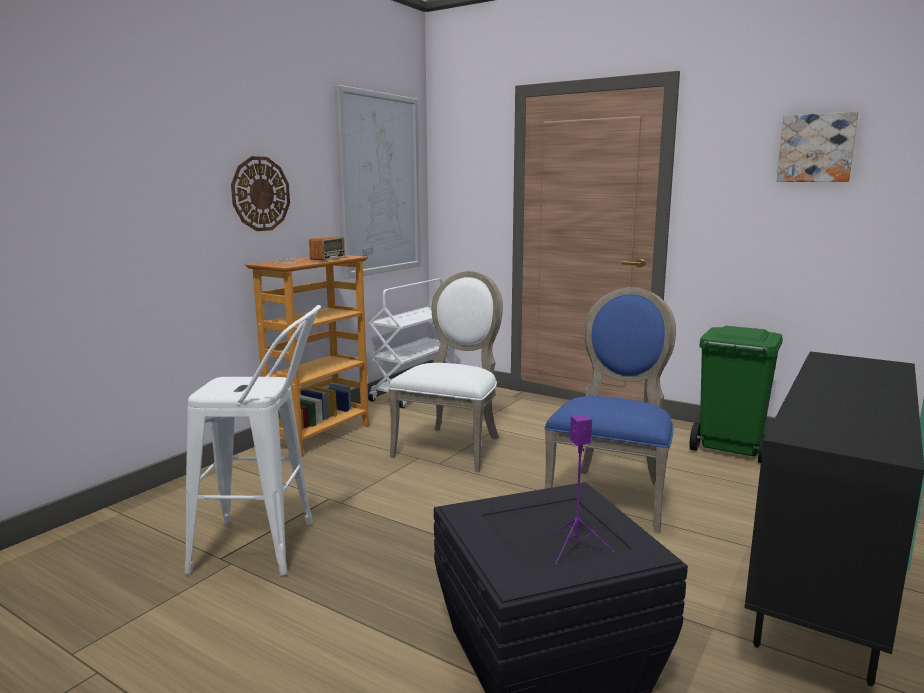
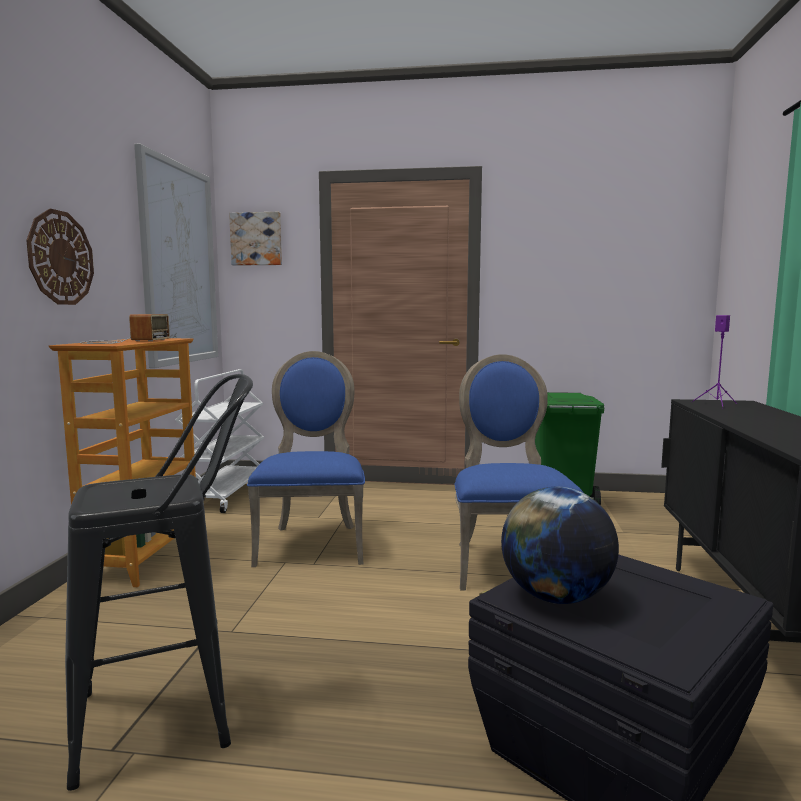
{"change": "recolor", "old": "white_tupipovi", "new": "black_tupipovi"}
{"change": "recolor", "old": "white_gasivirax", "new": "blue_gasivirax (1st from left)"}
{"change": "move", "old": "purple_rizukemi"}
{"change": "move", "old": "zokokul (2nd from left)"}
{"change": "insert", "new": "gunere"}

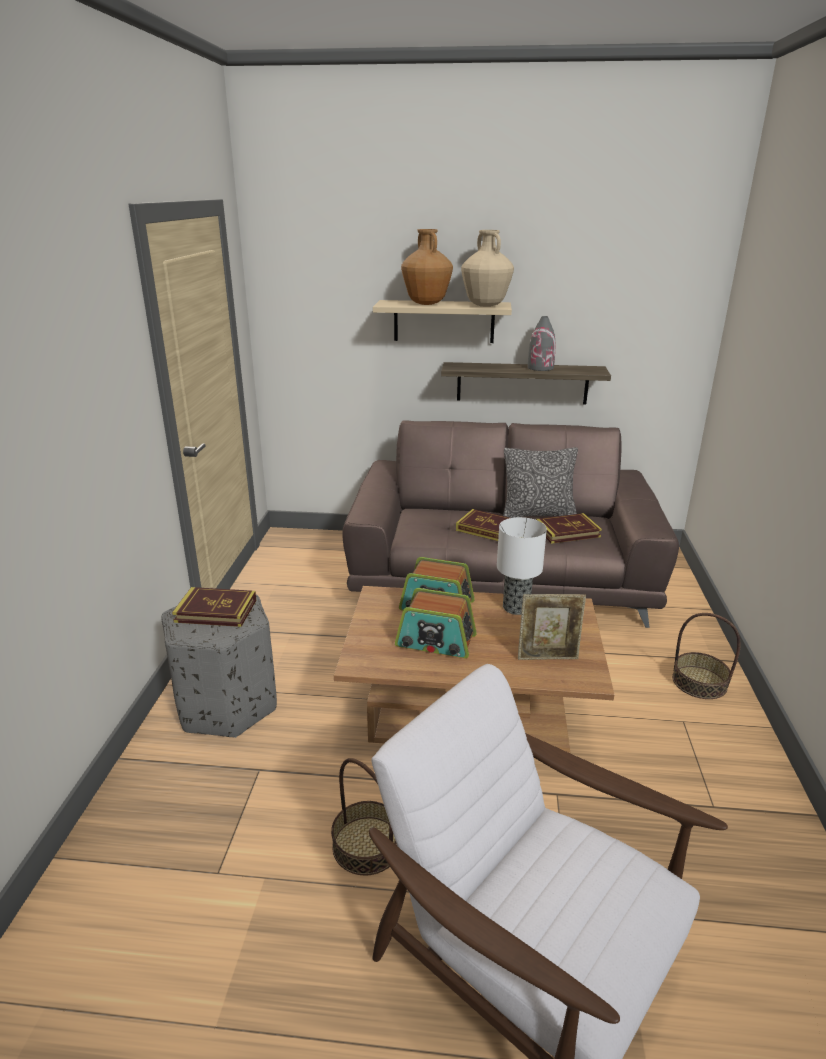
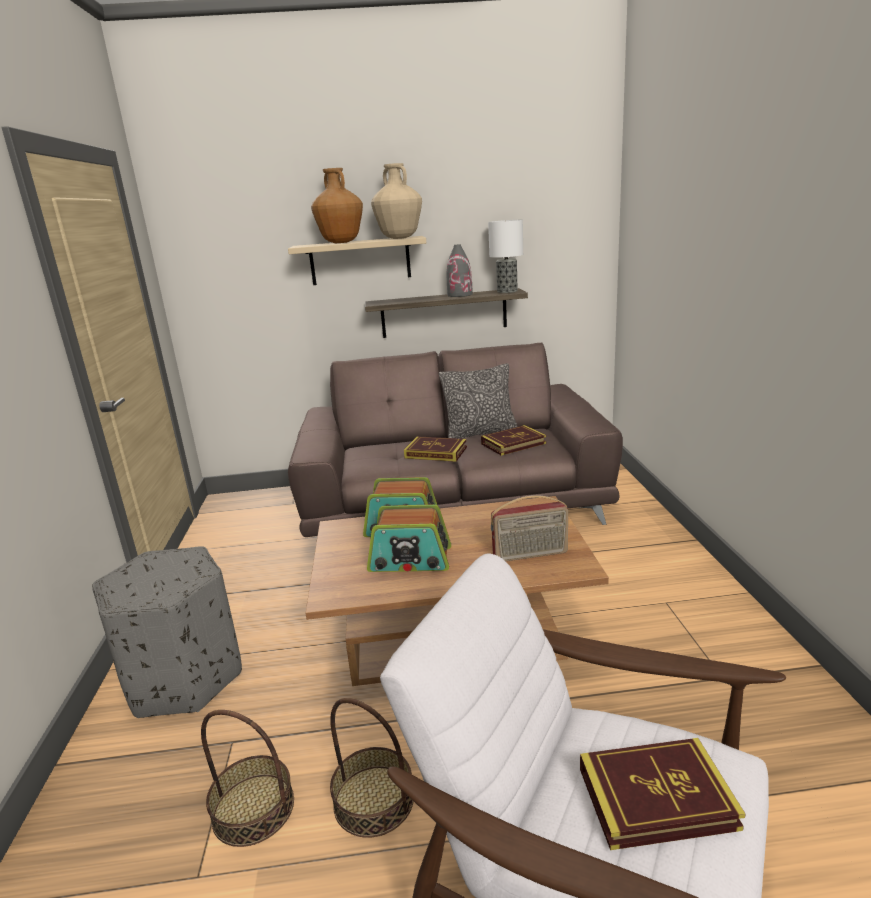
{"change": "move", "old": "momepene (1st from left in the first image)", "new": "momepene (3rd from left)"}
{"change": "move", "old": "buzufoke"}
{"change": "replace", "old": "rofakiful", "new": "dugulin (3rd from left)"}
{"change": "move", "old": "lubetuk (2nd from left in the first image)", "new": "lubetuk (1st from left)"}

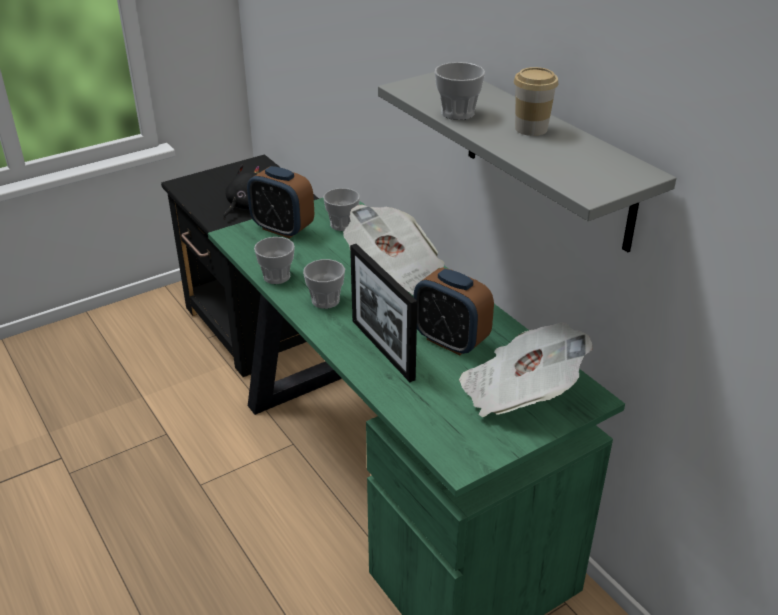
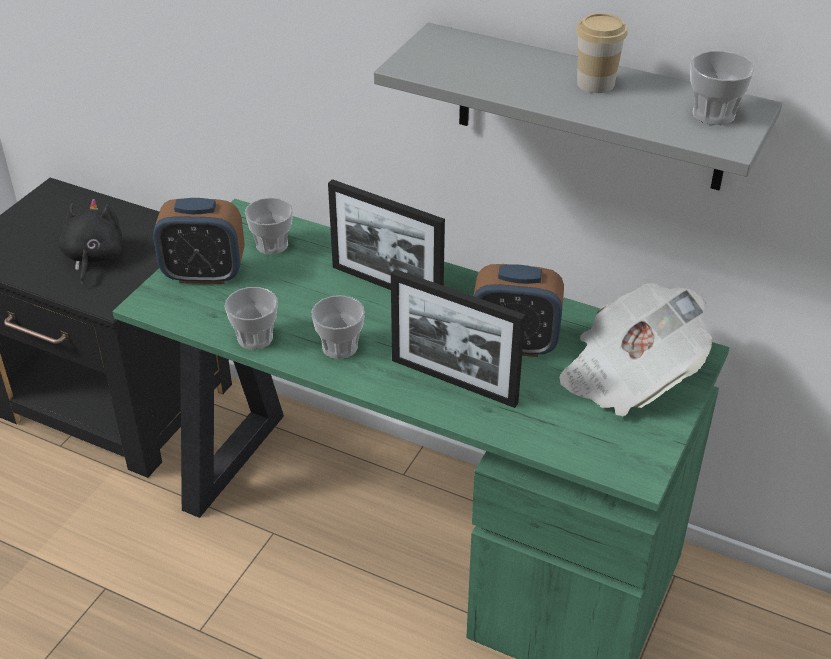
{"change": "replace", "old": "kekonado (1st from left)", "new": "rofakiful (1st from left)"}
{"change": "move", "old": "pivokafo (4th from left in the first image)", "new": "pivokafo (5th from left)"}

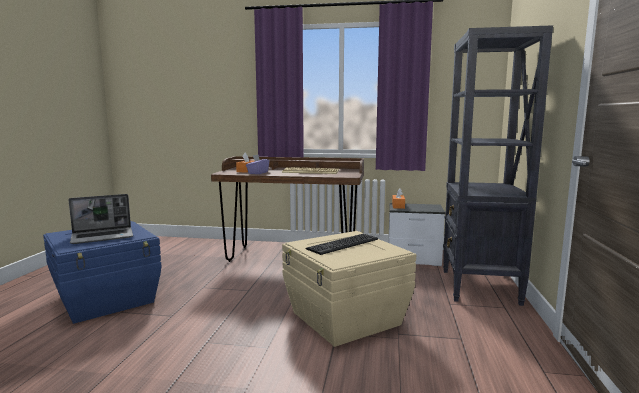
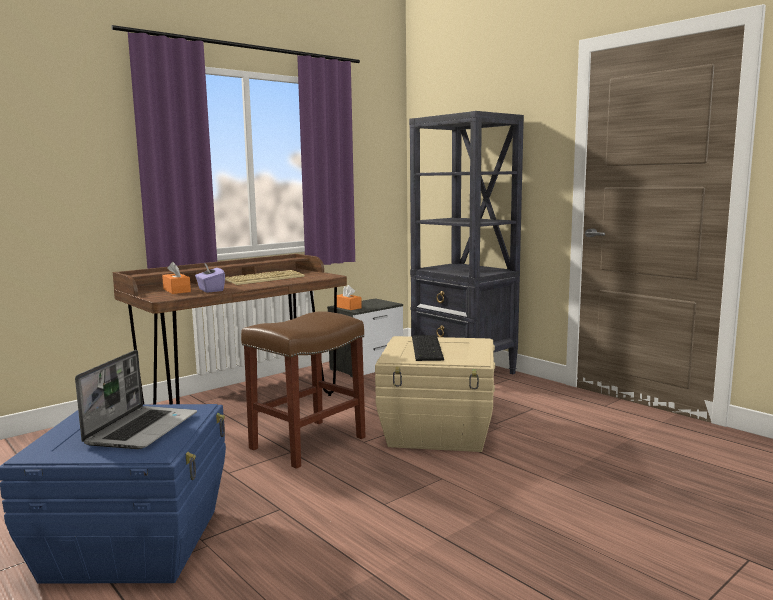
{"change": "insert", "new": "brown_tupipovi"}

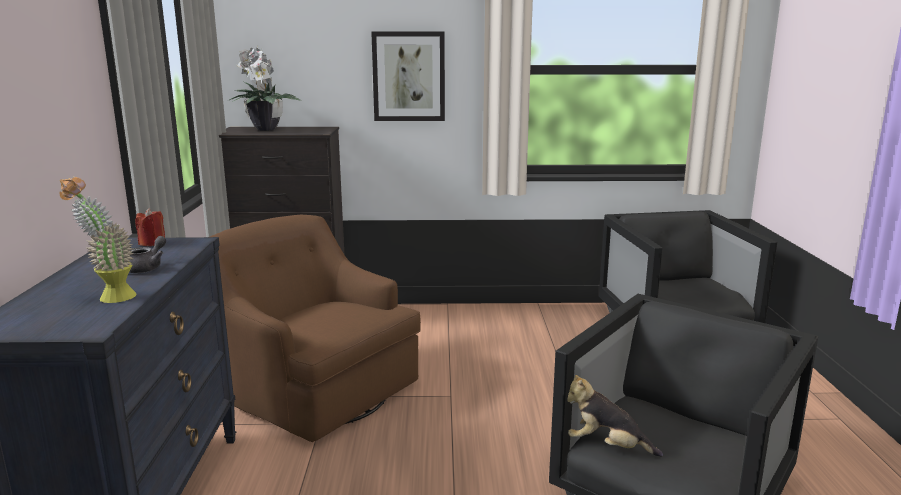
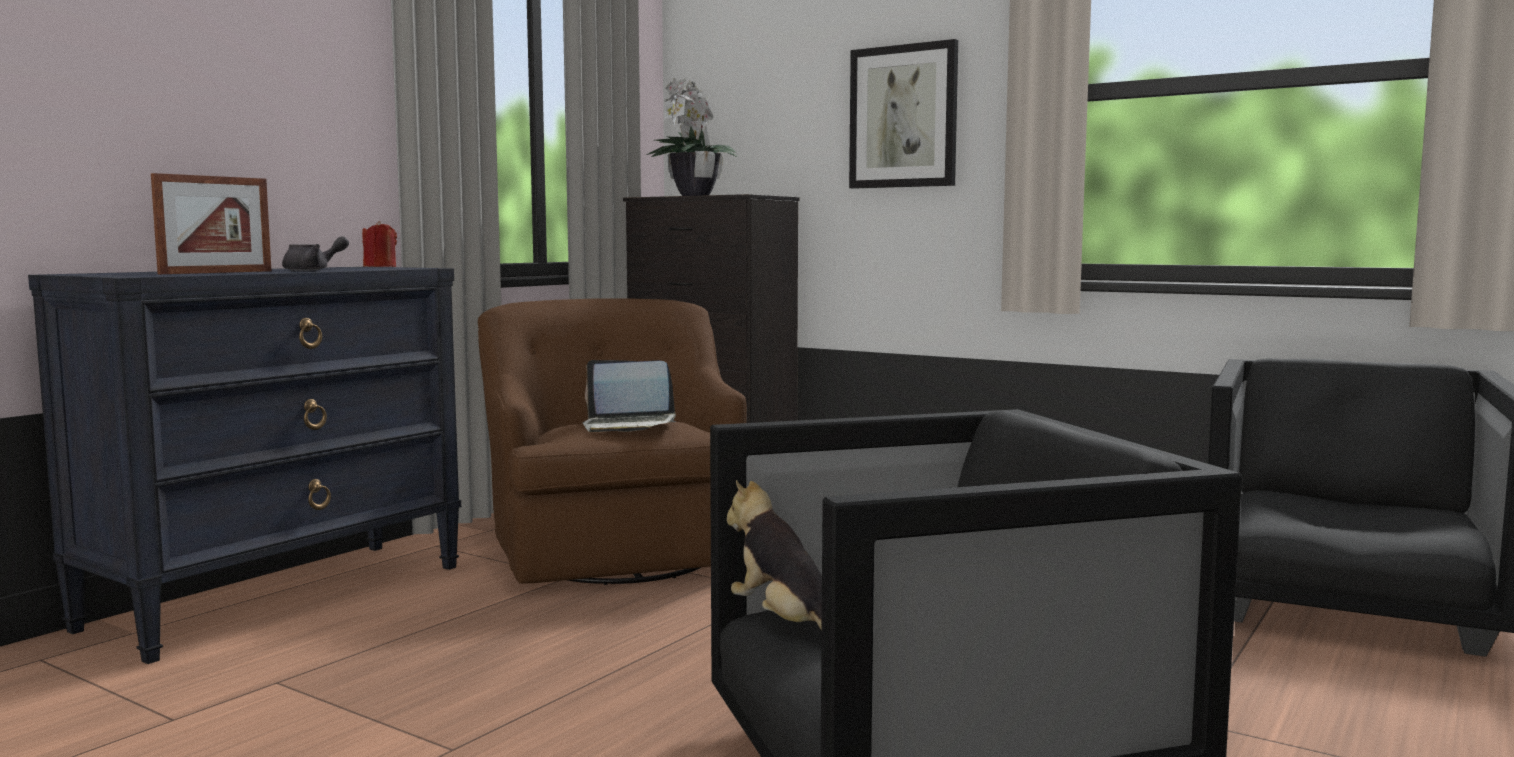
{"change": "replace", "old": "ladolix (1st from left)", "new": "rofakiful"}
{"change": "insert", "new": "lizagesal"}

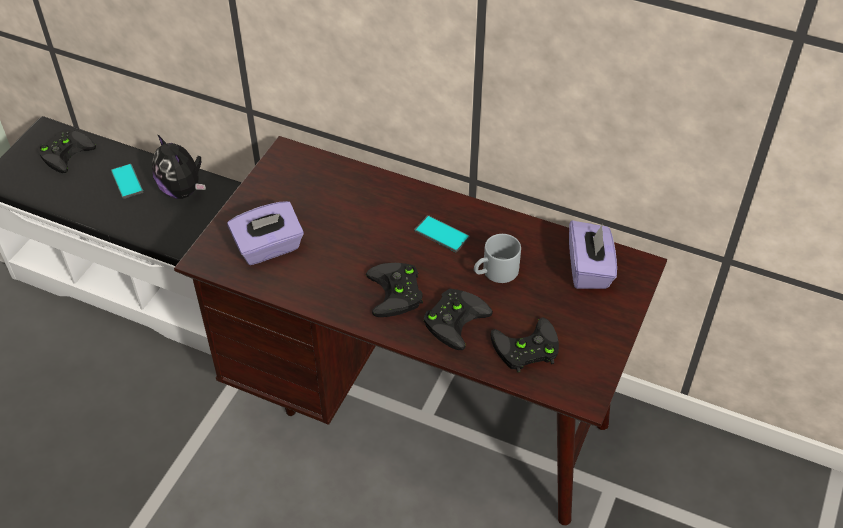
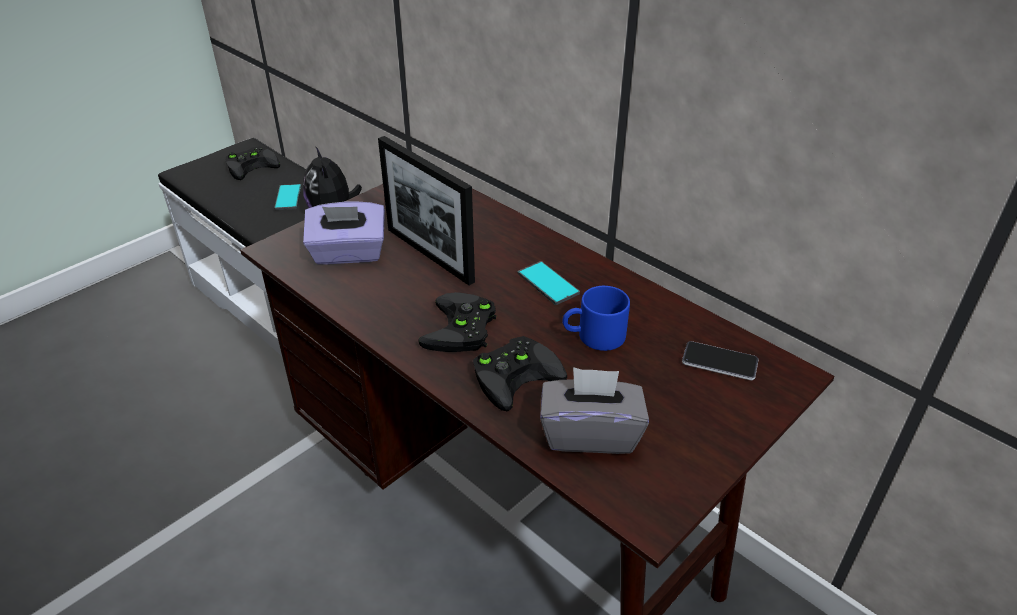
{"change": "recolor", "old": "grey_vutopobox", "new": "blue_vutopobox"}
{"change": "replace", "old": "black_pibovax (4th from left)", "new": "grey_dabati"}
{"change": "replace", "old": "purple_dabati (2nd from left)", "new": "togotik (3rd from left)"}
{"change": "insert", "new": "rofakiful"}

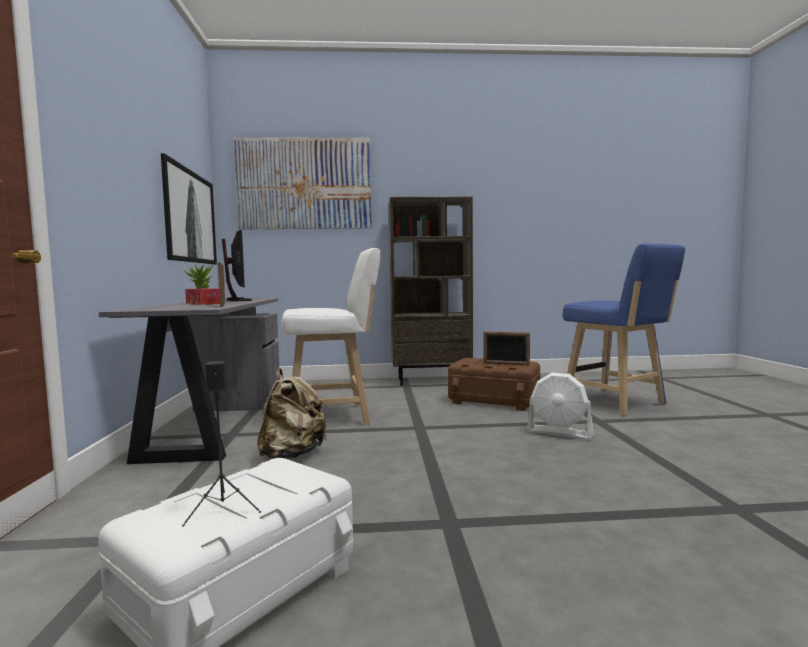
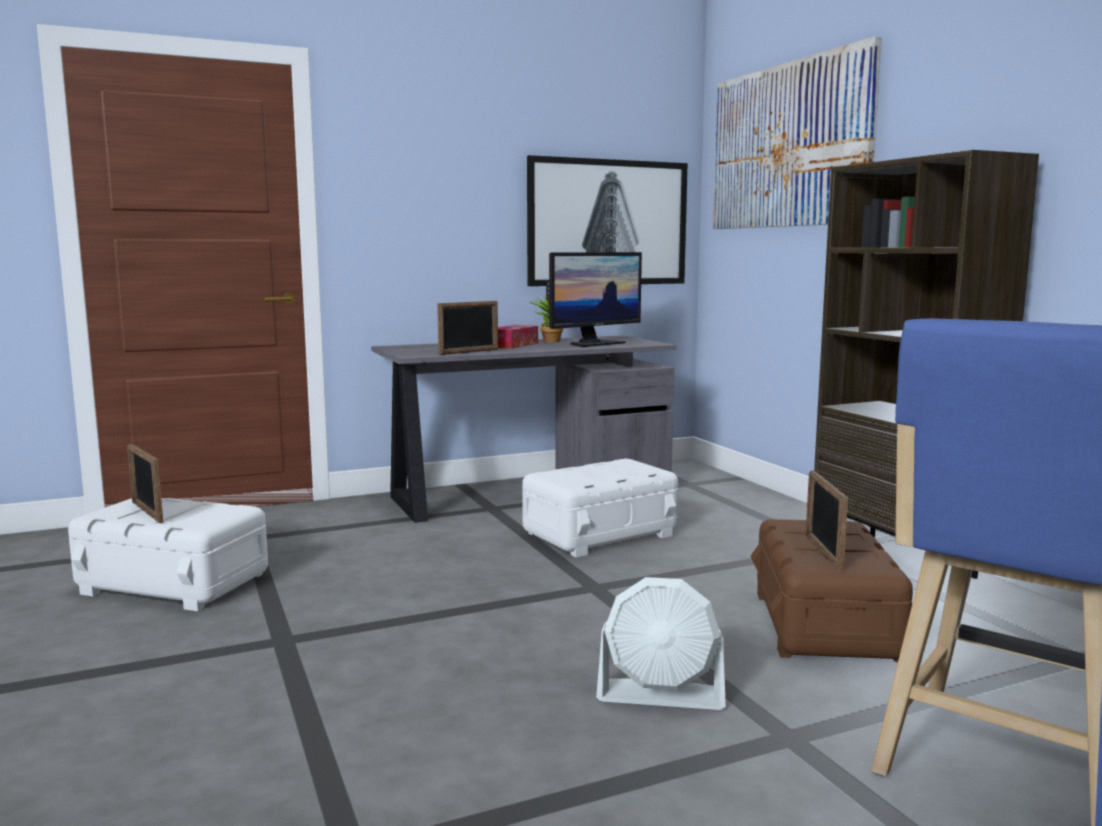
{"change": "replace", "old": "black_rizukemi", "new": "rofakiful (1st from left)"}
{"change": "delete", "old": "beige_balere"}
{"change": "replace", "old": "white_tupipovi", "new": "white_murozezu (2nd from left)"}
{"change": "rotate", "old": "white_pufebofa", "degrees": -90}

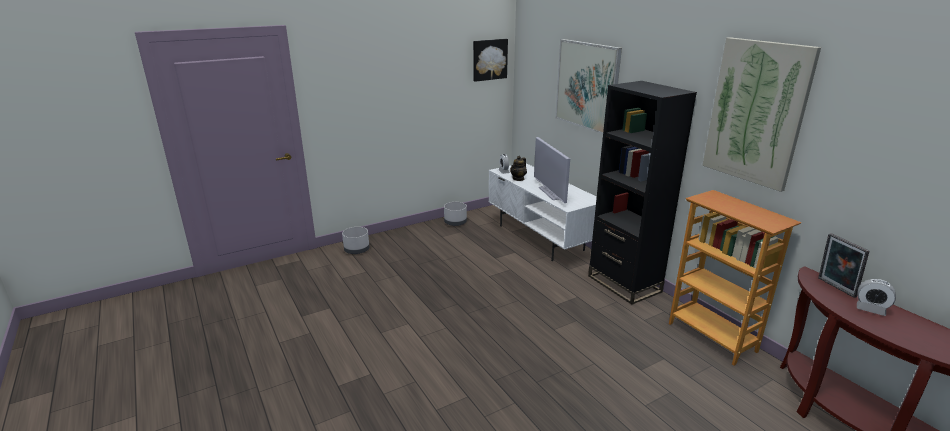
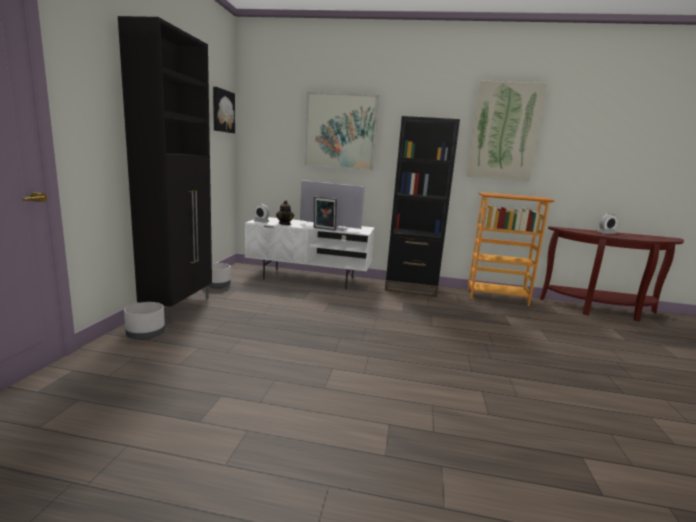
{"change": "move", "old": "rofakiful"}
{"change": "insert", "new": "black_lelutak"}

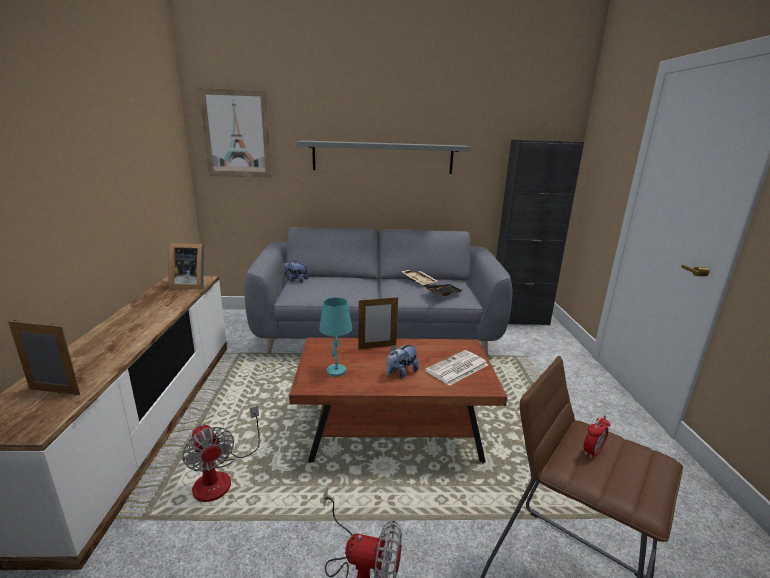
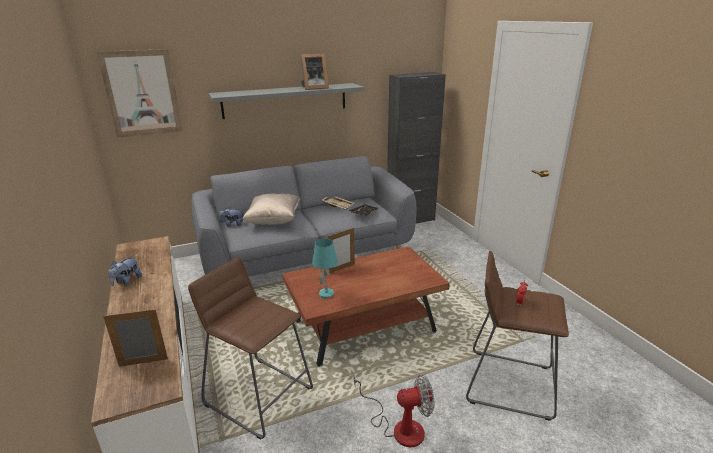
{"change": "move", "old": "rofakiful (2nd from left)"}
{"change": "replace", "old": "pufebofa (1st from left)", "new": "brown_tupipovi (1st from left)"}
{"change": "move", "old": "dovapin (2nd from left in the first image)", "new": "dovapin (1st from left)"}
{"change": "delete", "old": "kekonado"}
{"change": "insert", "new": "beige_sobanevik"}

